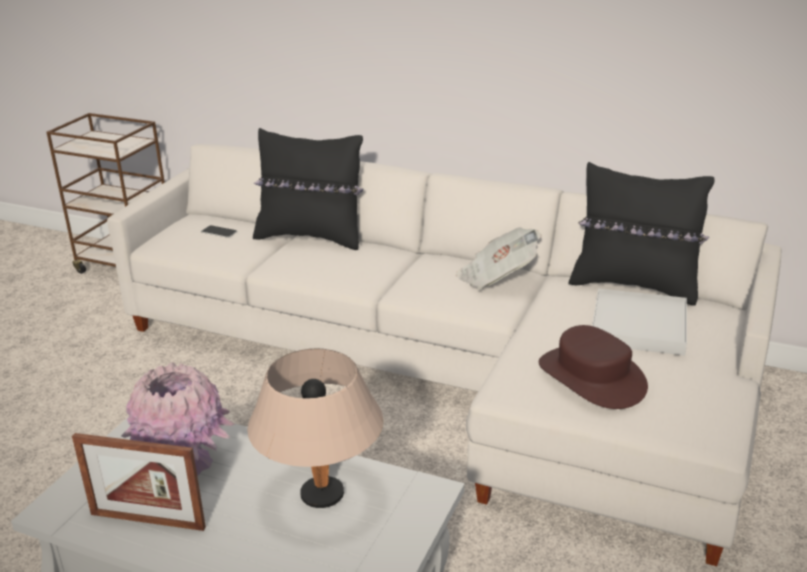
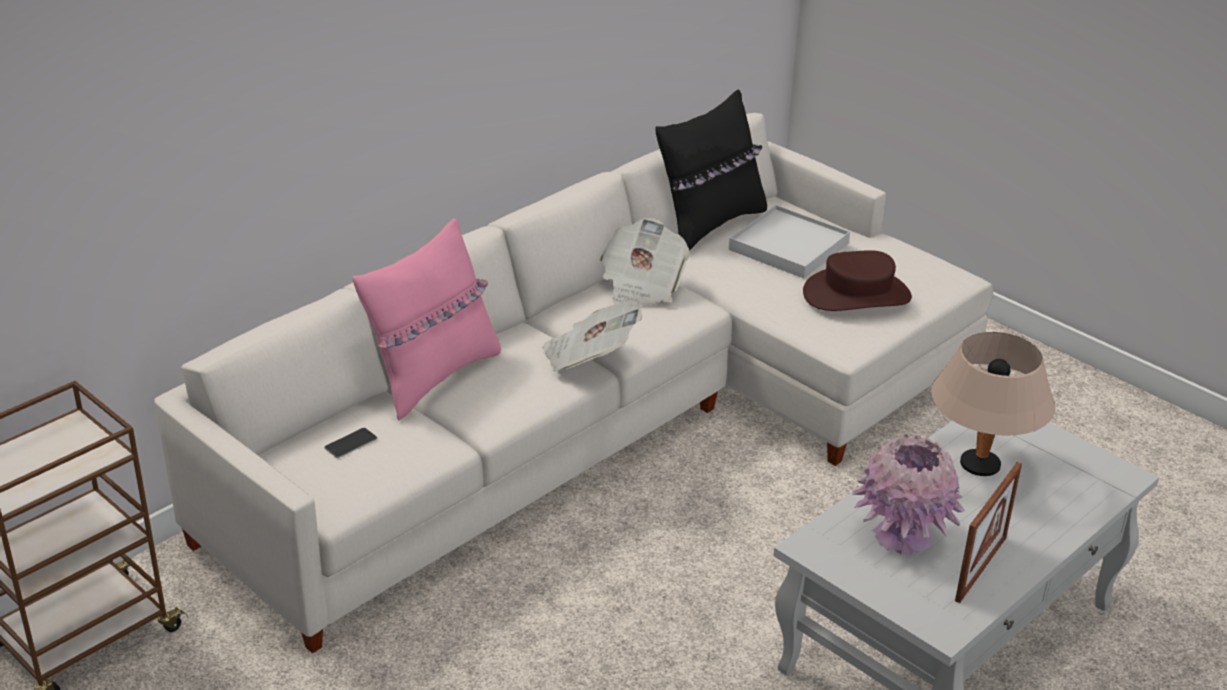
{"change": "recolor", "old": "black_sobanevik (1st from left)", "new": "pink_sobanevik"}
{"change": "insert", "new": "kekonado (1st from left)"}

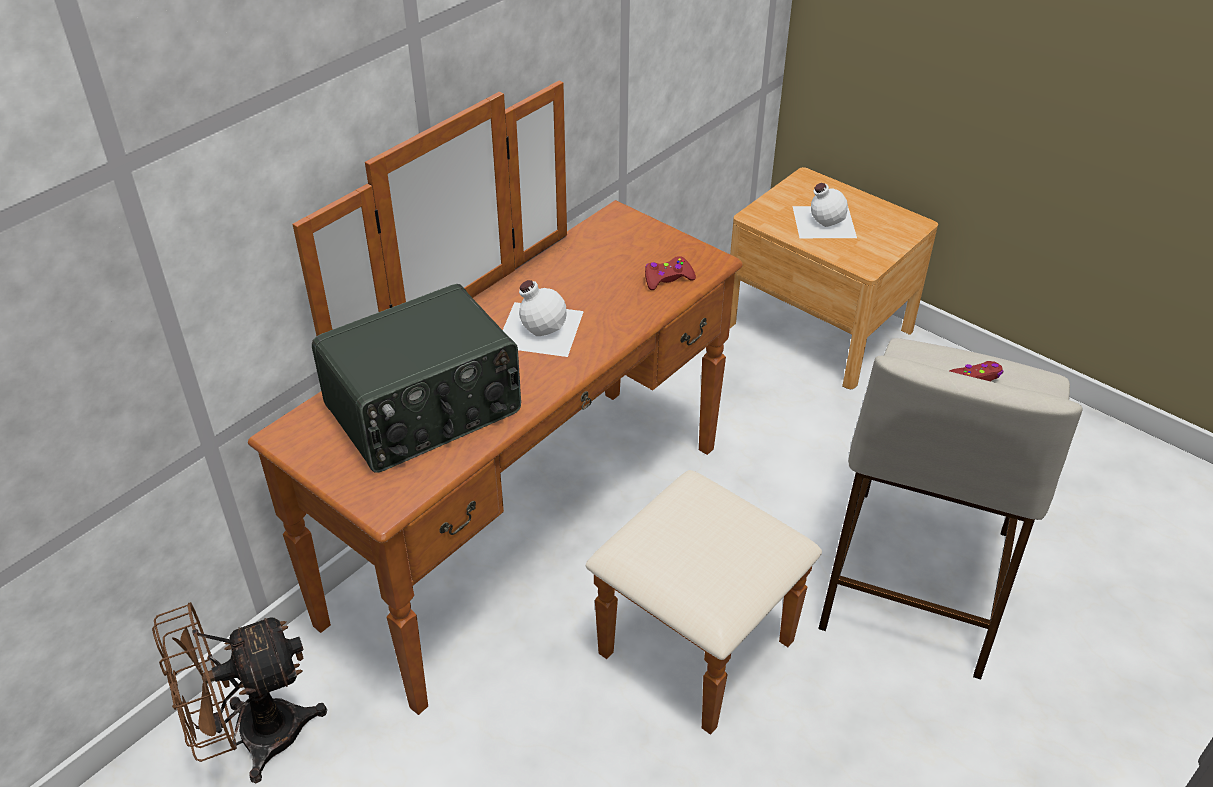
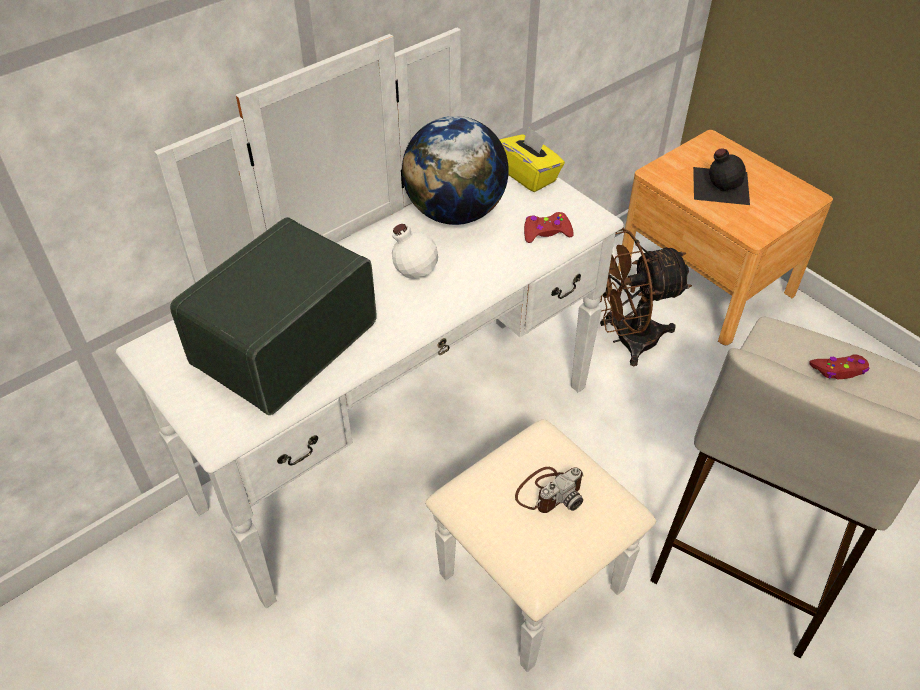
{"change": "move", "old": "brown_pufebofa"}
{"change": "recolor", "old": "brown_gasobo", "new": "white_gasobo"}
{"change": "rotate", "old": "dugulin", "degrees": 150}
{"change": "recolor", "old": "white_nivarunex (2nd from left)", "new": "black_nivarunex"}
{"change": "insert", "new": "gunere"}
{"change": "insert", "new": "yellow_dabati"}
{"change": "insert", "new": "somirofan"}

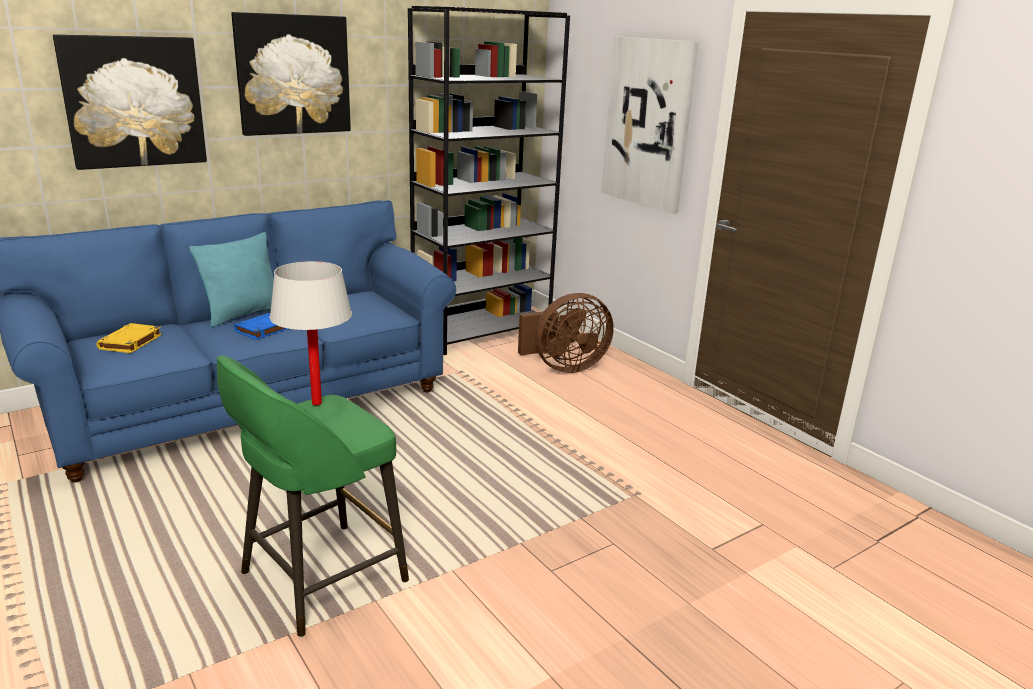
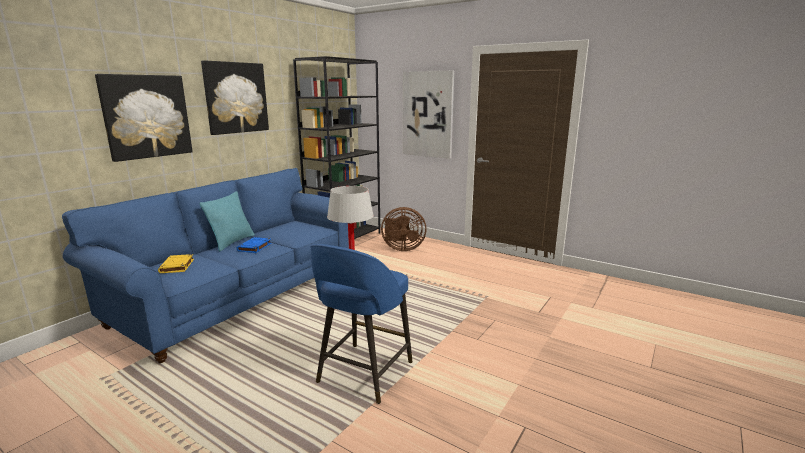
{"change": "recolor", "old": "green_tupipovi", "new": "blue_tupipovi"}
{"change": "rotate", "old": "brown_pufebofa", "degrees": 45}

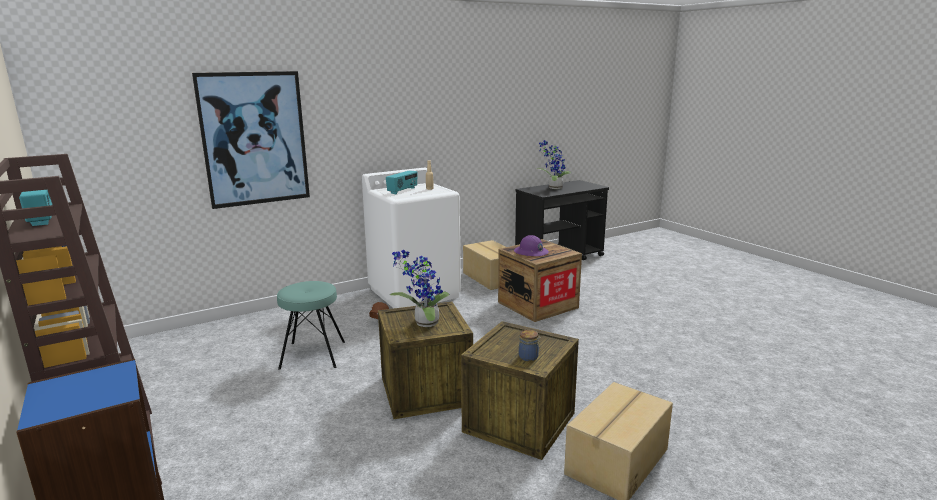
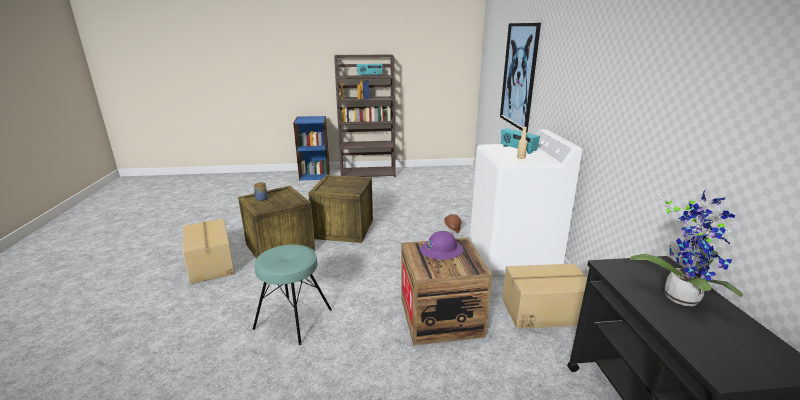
{"change": "move", "old": "turquoise_tupipovi"}
{"change": "delete", "old": "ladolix (1st from left)"}

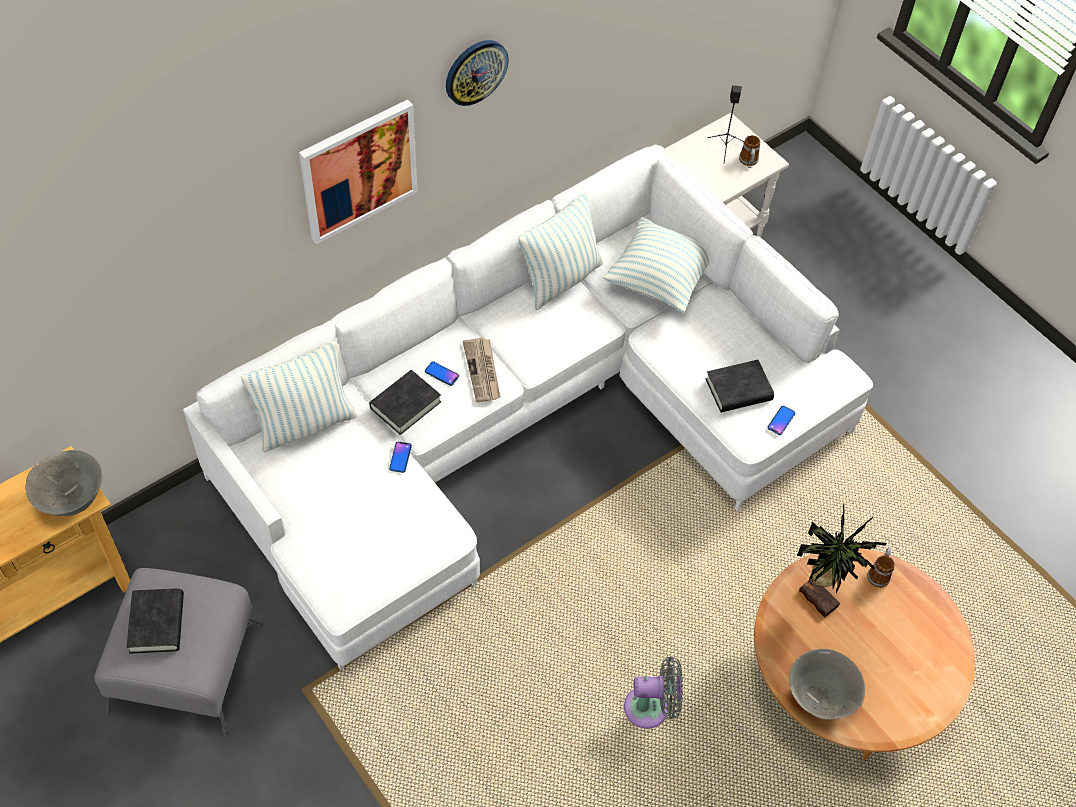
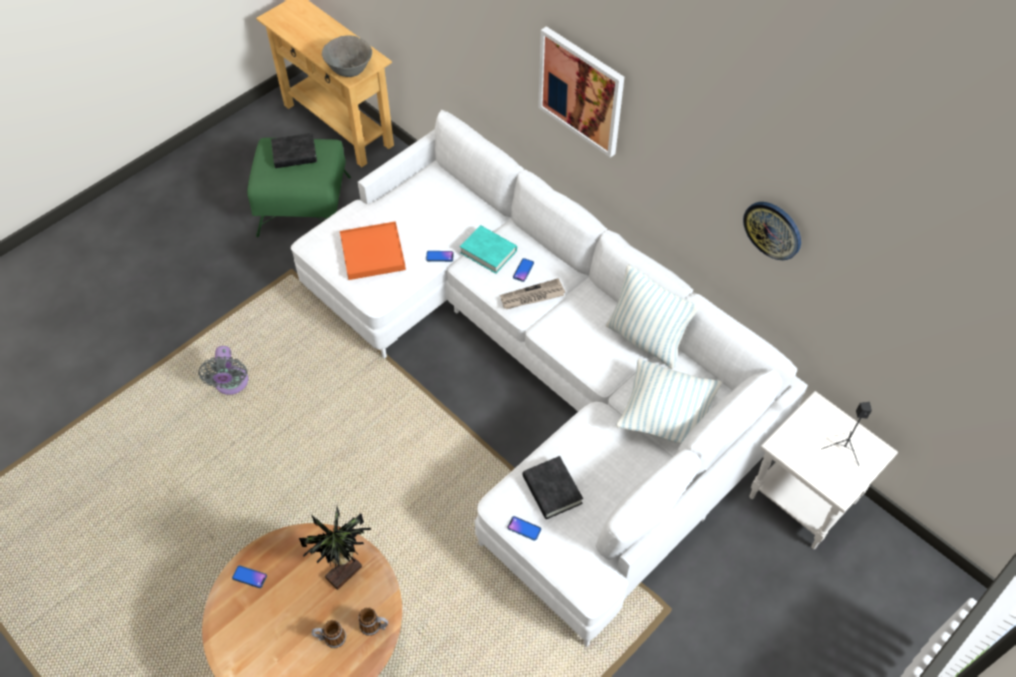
{"change": "recolor", "old": "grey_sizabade", "new": "green_sizabade"}
{"change": "delete", "old": "sobanevik (1st from left)"}
{"change": "recolor", "old": "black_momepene (2nd from left)", "new": "turquoise_momepene"}
{"change": "move", "old": "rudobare"}
{"change": "move", "old": "grey_pufebofa"}
{"change": "move", "old": "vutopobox (1st from left)"}
{"change": "replace", "old": "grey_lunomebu (2nd from left)", "new": "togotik (1st from left)"}
{"change": "insert", "new": "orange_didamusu"}

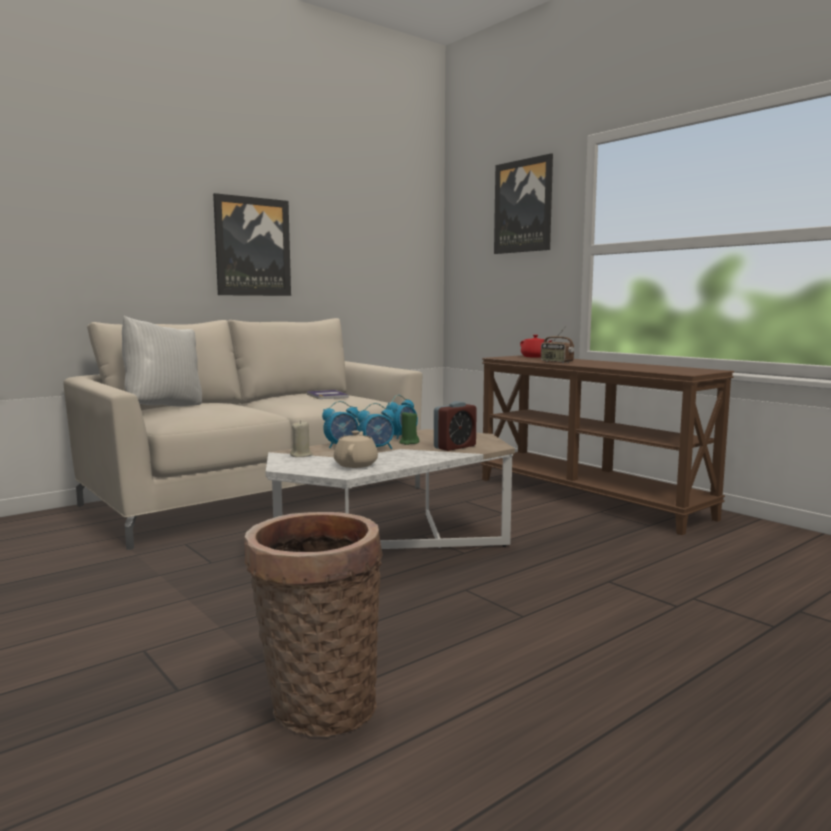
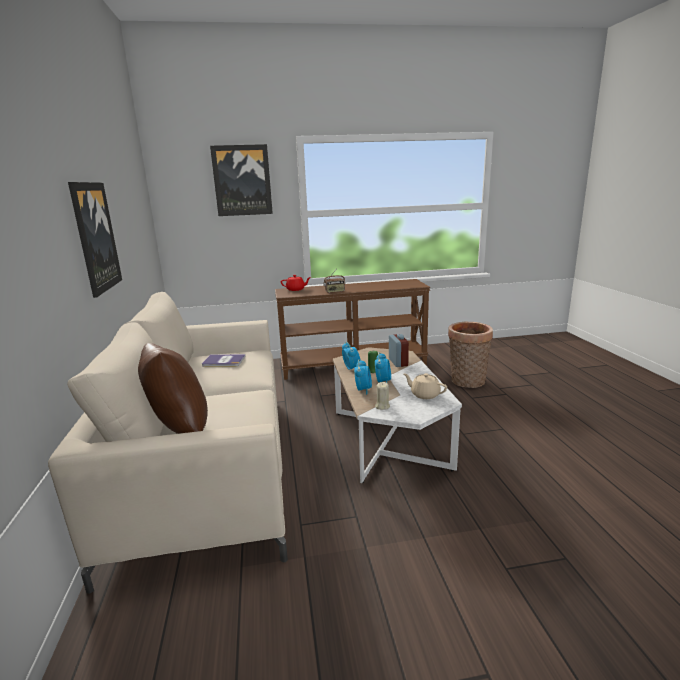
{"change": "recolor", "old": "white_sobanevik", "new": "brown_sobanevik"}
{"change": "move", "old": "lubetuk"}

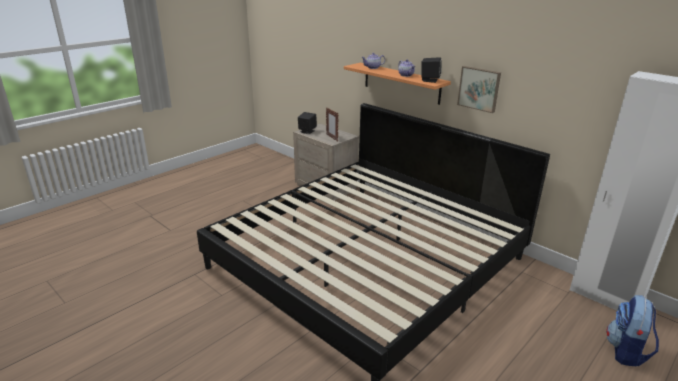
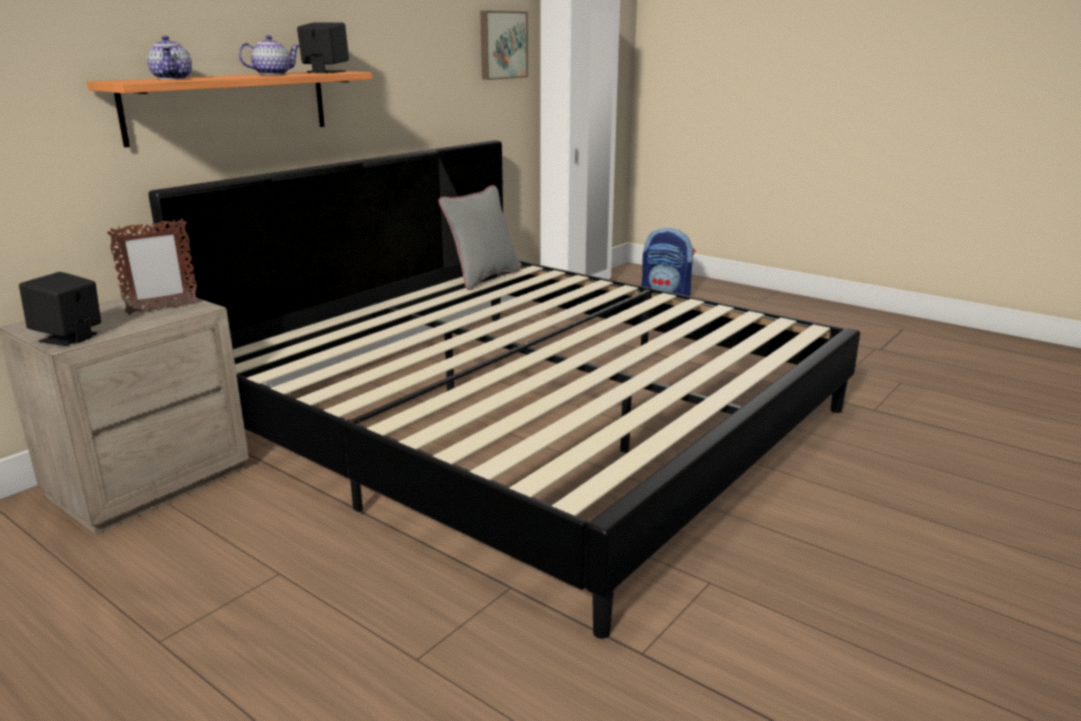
{"change": "move", "old": "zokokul"}
{"change": "insert", "new": "grey_sobanevik"}

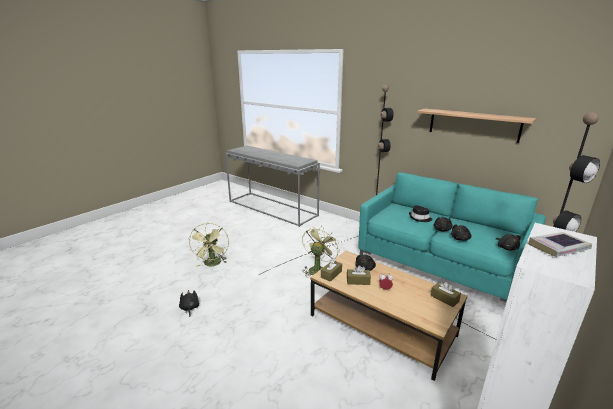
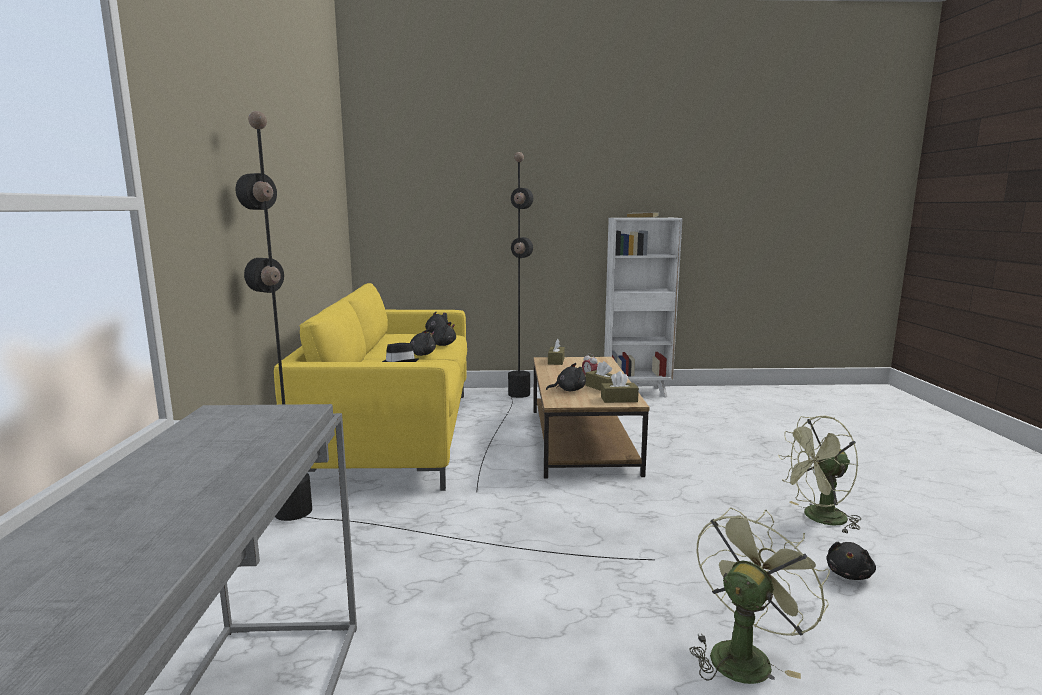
{"change": "move", "old": "green_pufebofa (2nd from left)"}
{"change": "recolor", "old": "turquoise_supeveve", "new": "yellow_supeveve"}
{"change": "delete", "old": "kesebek"}

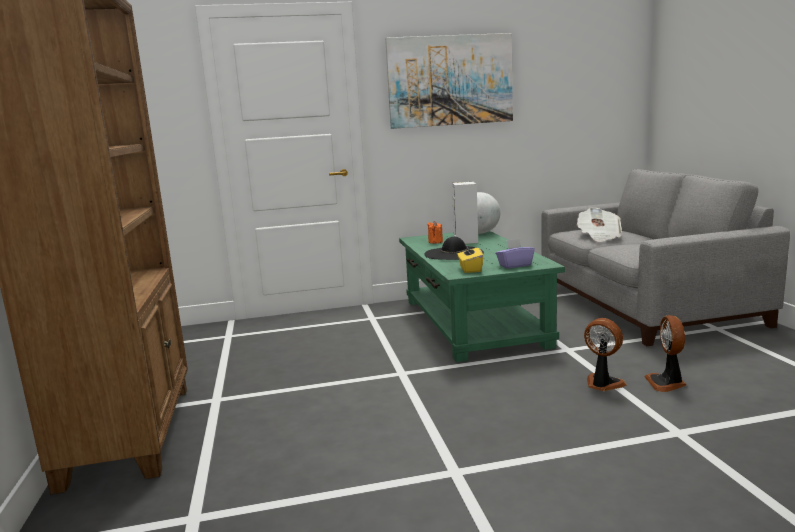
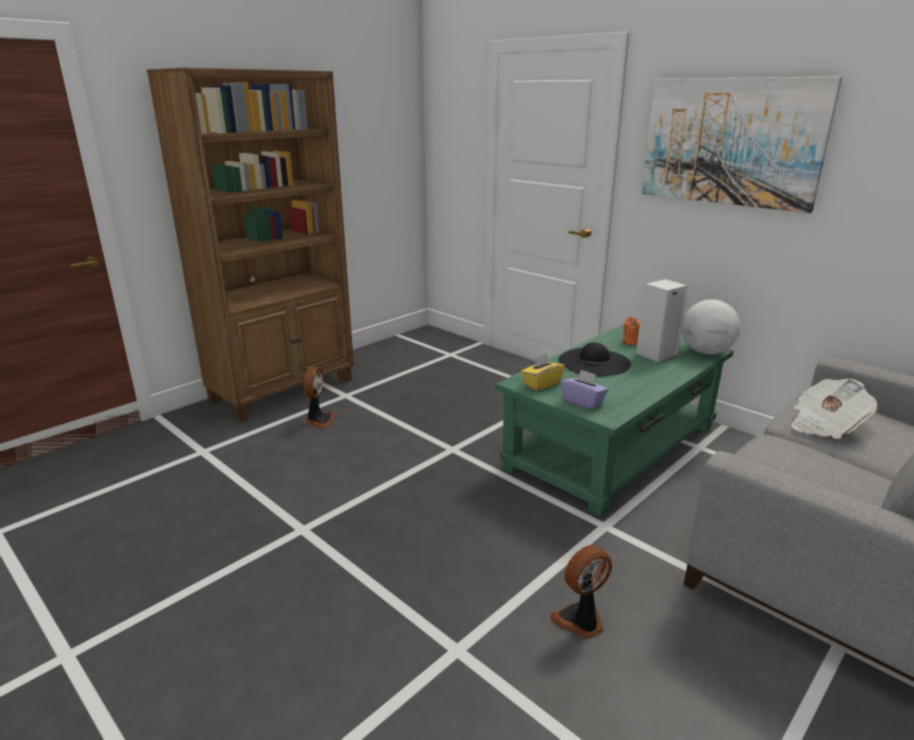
{"change": "move", "old": "pufebofa (1st from left)"}

